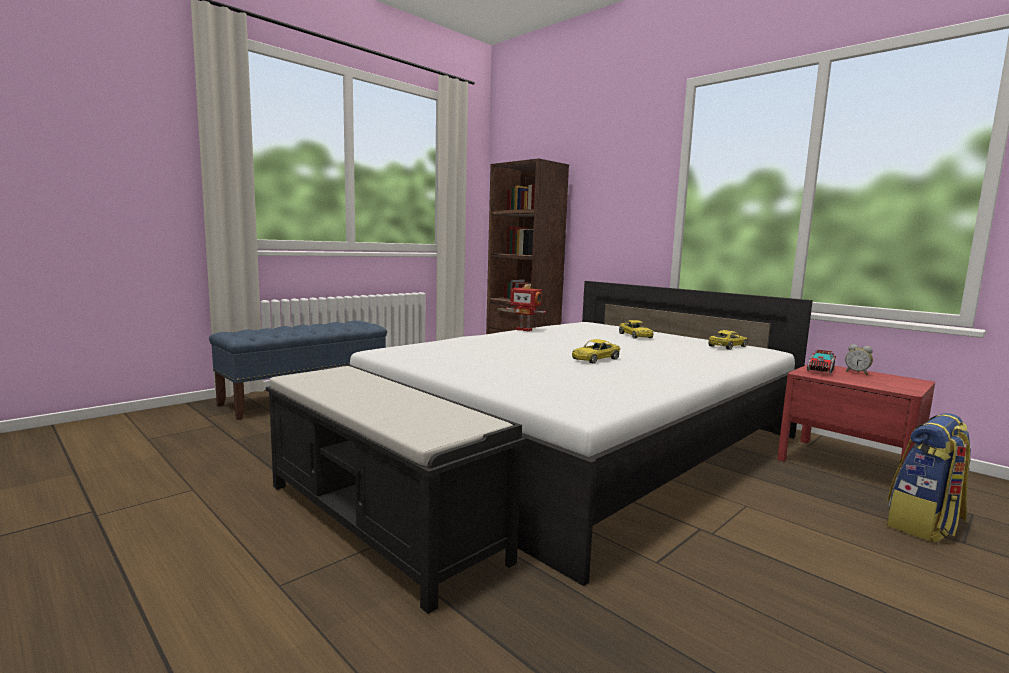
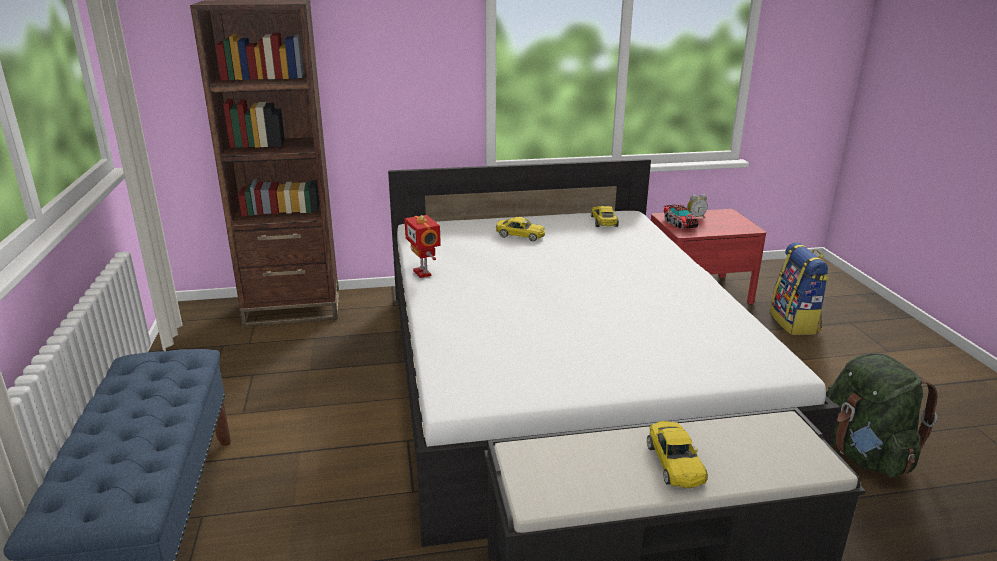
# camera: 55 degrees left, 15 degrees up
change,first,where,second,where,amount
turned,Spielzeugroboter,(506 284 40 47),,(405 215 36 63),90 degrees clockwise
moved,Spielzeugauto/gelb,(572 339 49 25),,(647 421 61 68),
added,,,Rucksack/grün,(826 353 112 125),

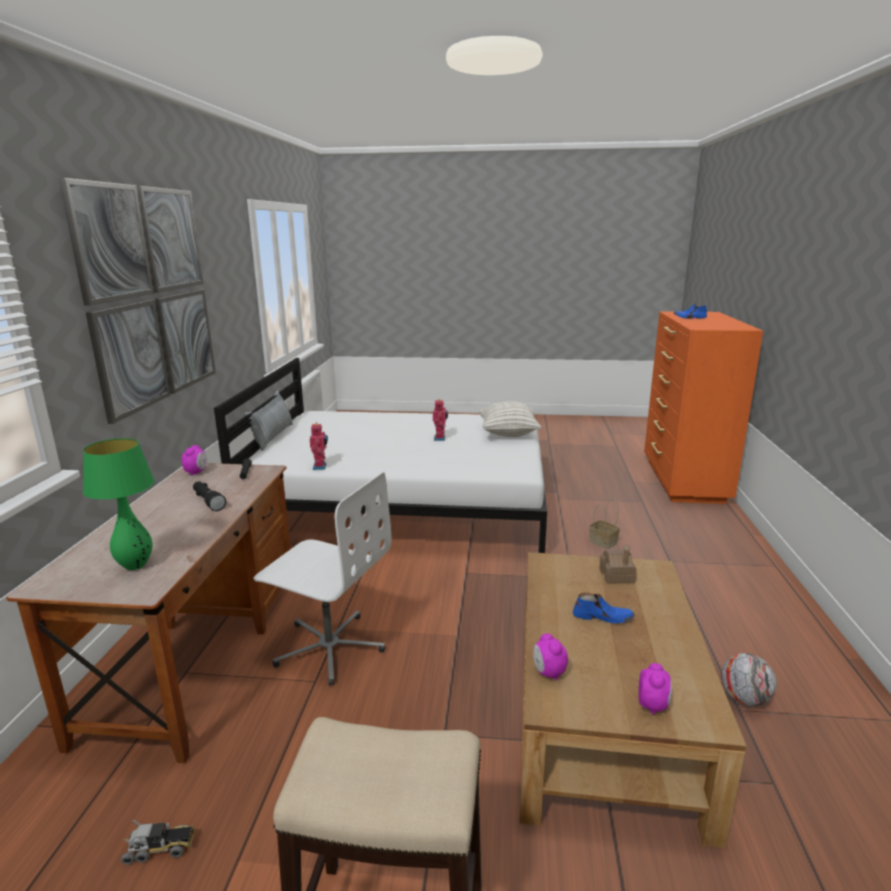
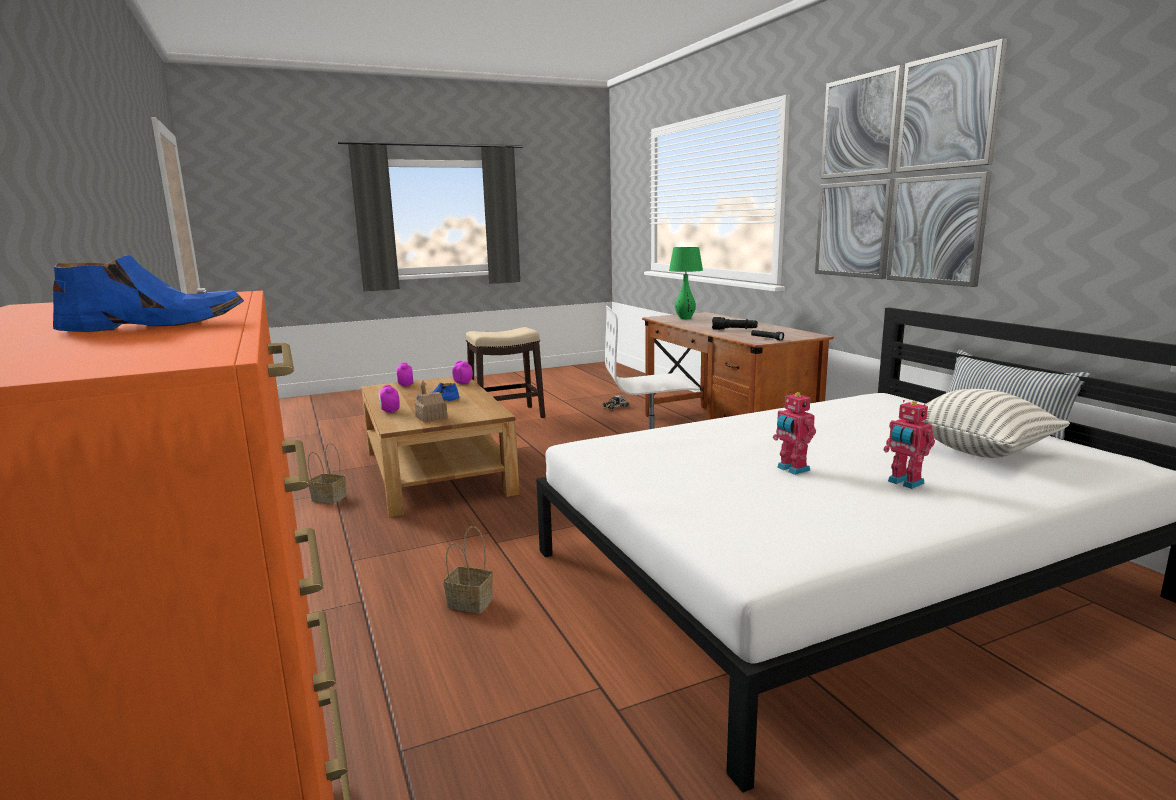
# camera: 150 degrees right, 5 degrees down
change,first,where,second,where,amount
replaced,Fußball,(721 653 55 53),Korb,(308 443 38 61),
moved,Wecker,(182 445 25 31),,(379 385 21 28),
moved,Spielzeugroboter,(310 422 18 48),,(884 400 51 89),
moved,Kissen,(479 401 62 36),,(921 389 149 69),

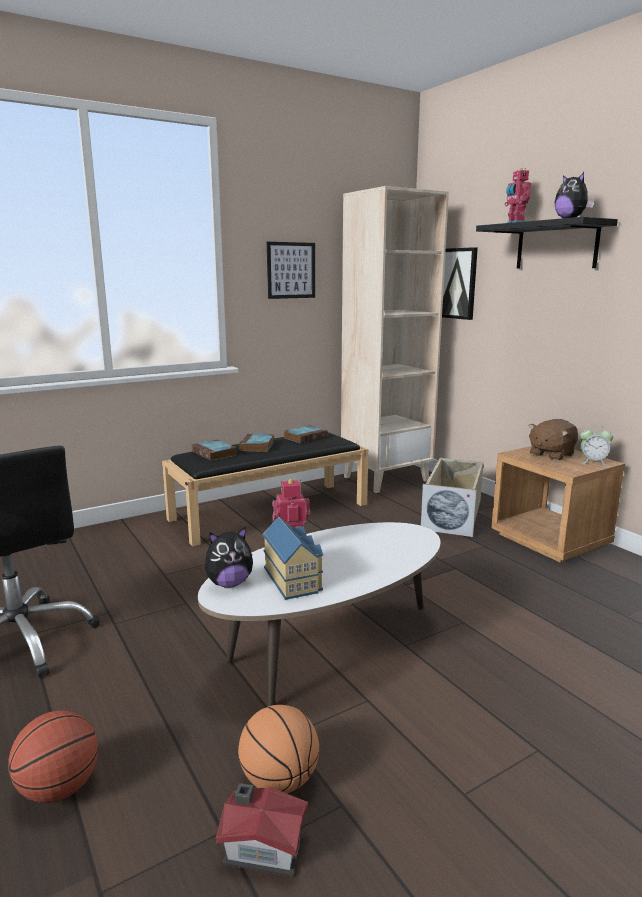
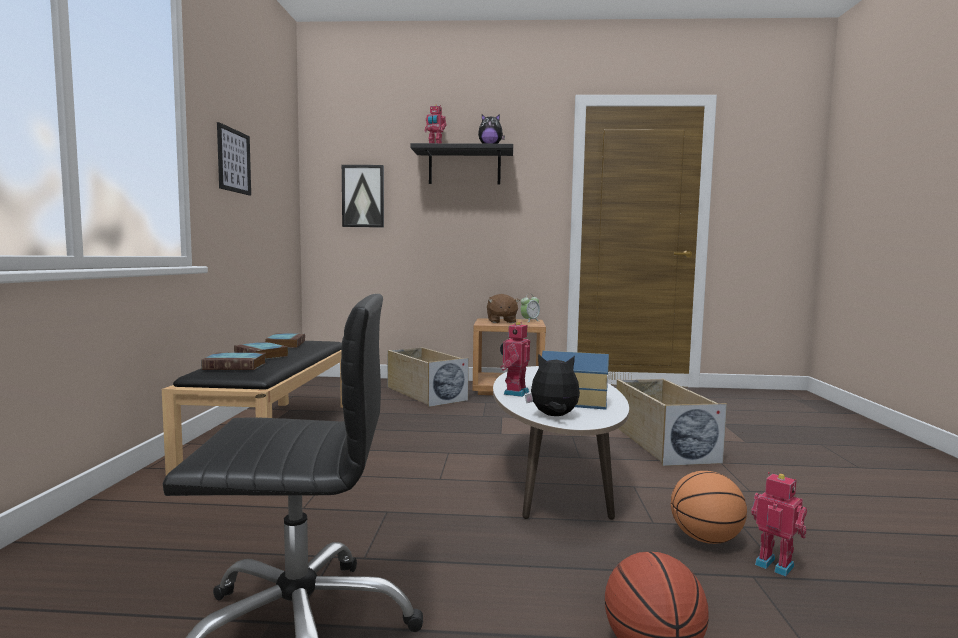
# camera: 55 degrees left, 10 degrees down
change,first,where,second,where,amount
turned,Plüschtier,(205 527 48 61),,(525 354 55 62),90 degrees counterclockwise
added,,,Aufbewahrungsbox/beige,(616 379 111 87),
replaced,Spielzeughaus,(216 783 92 94),Spielzeugroboter,(751 472 56 104),
removed,Bücherregal/beige,(341 186 108 307),,,

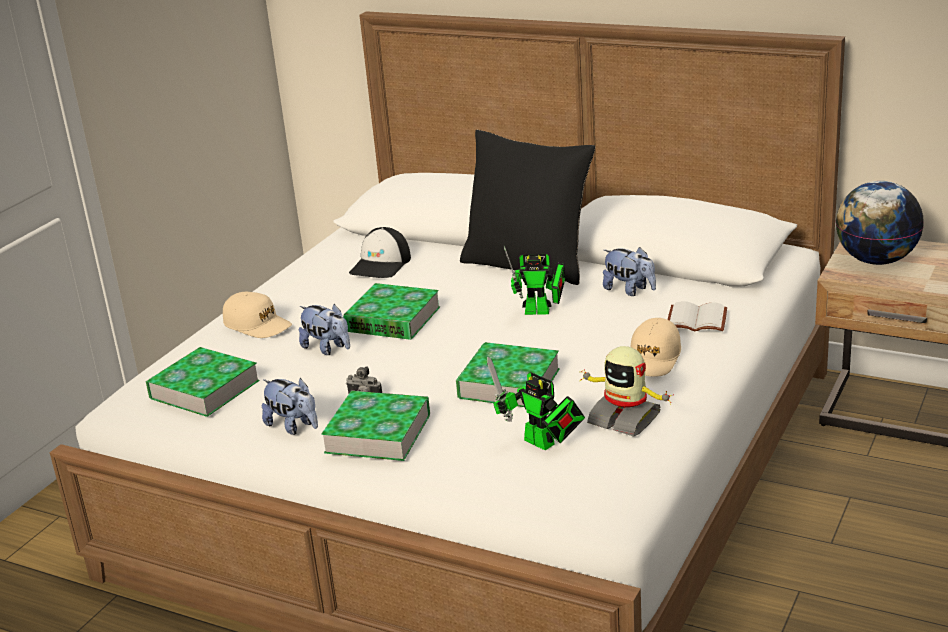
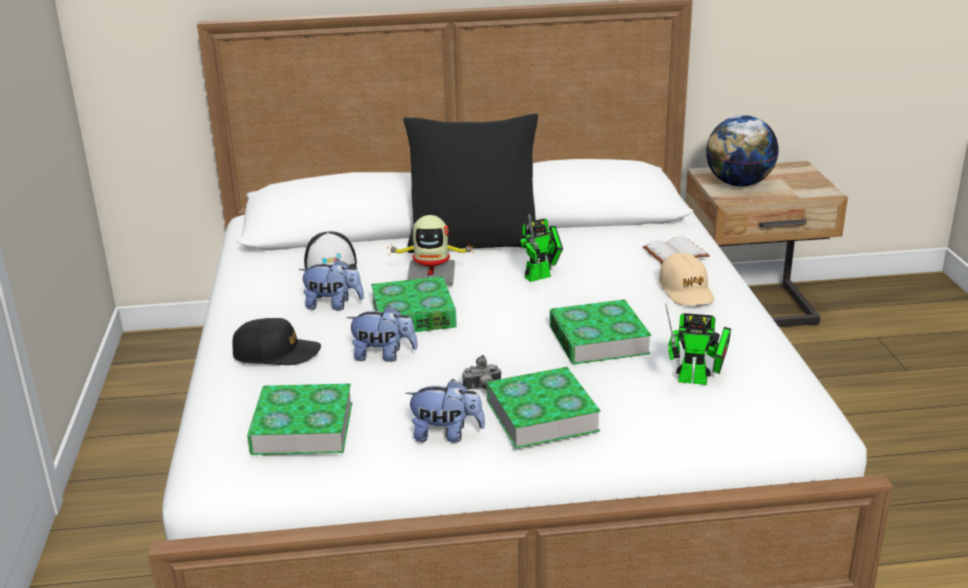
# camera: 35 degrees left, 0 degrees up
change,first,where,second,where,amount
recoloured,Kappe/beige,(223 292 69 46),Kappe/schwarz,(232 318 89 47),
moved,Plüschtier,(603 247 53 49),,(298 259 66 52),
moved,Spielzeugroboter,(580 346 94 91),,(387 215 87 71),

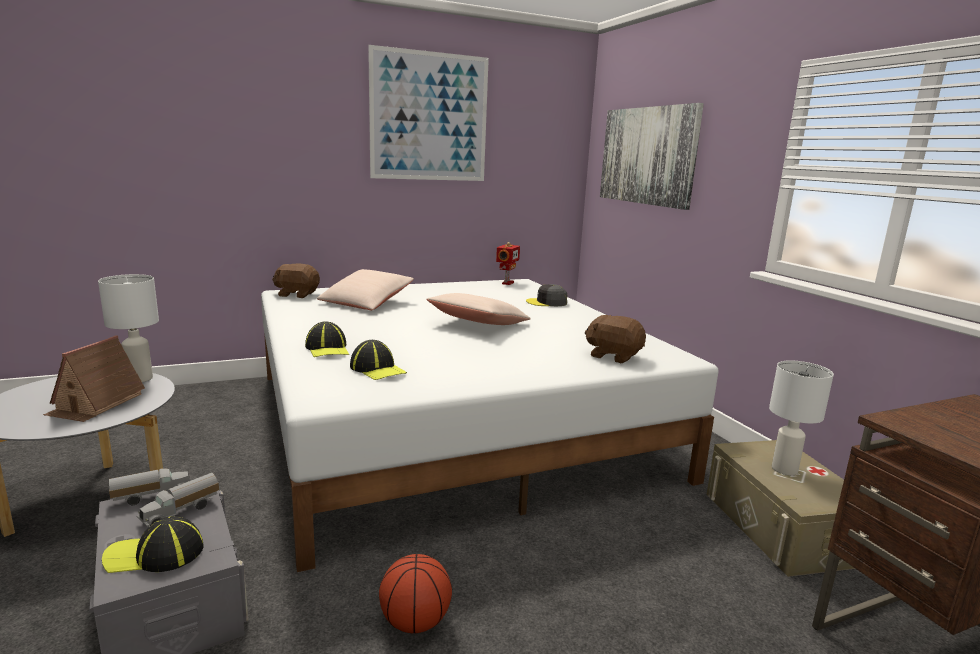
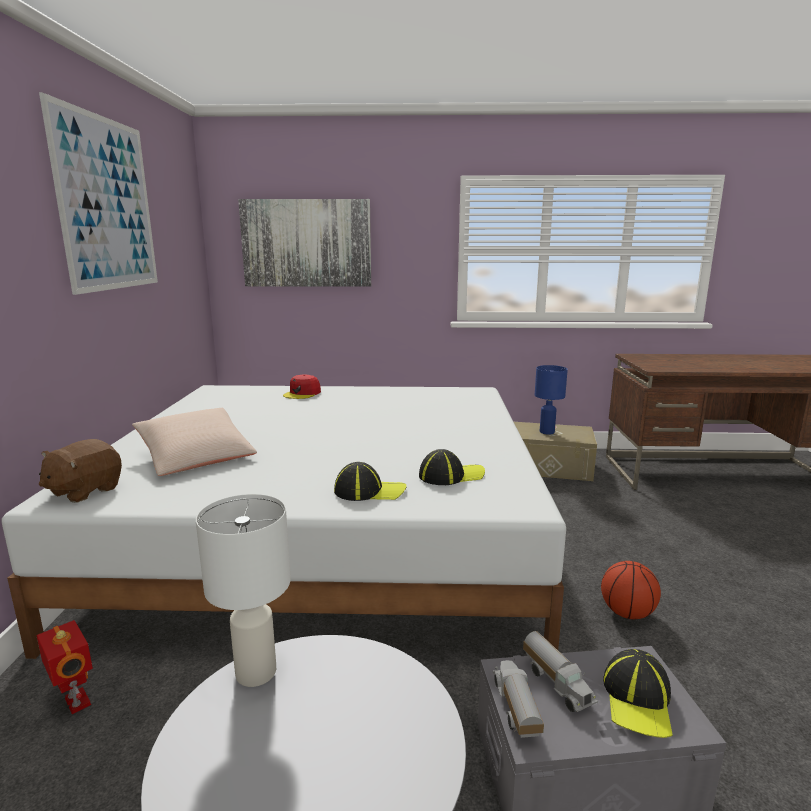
# camera: 65 degrees left, 0 degrees up
change,first,where,second,where,amount
moved,Spielzeugroboter,(496 242 24 43),,(37 620 56 94),
recoloured,Kappe/grau,(526 284 41 22),Kappe/rot,(283 374 38 25),
recoloured,Tischlampe/weiß,(769 360 65 115),Tischlampe/blau,(535 365 33 69),
removed,Spielzeughaus,(43 335 102 87),,,
removed,Kissen/beige,(426 293 105 32),,,
removed,Plüschtier/braun,(585 315 61 48),,,

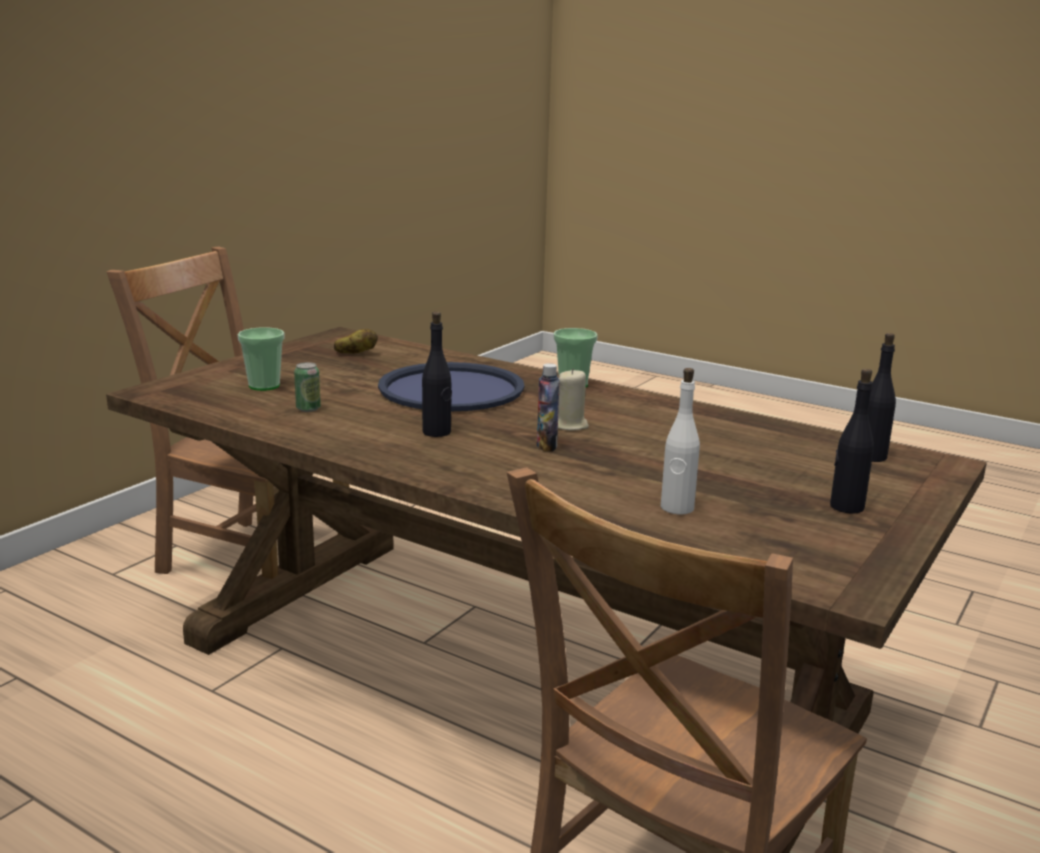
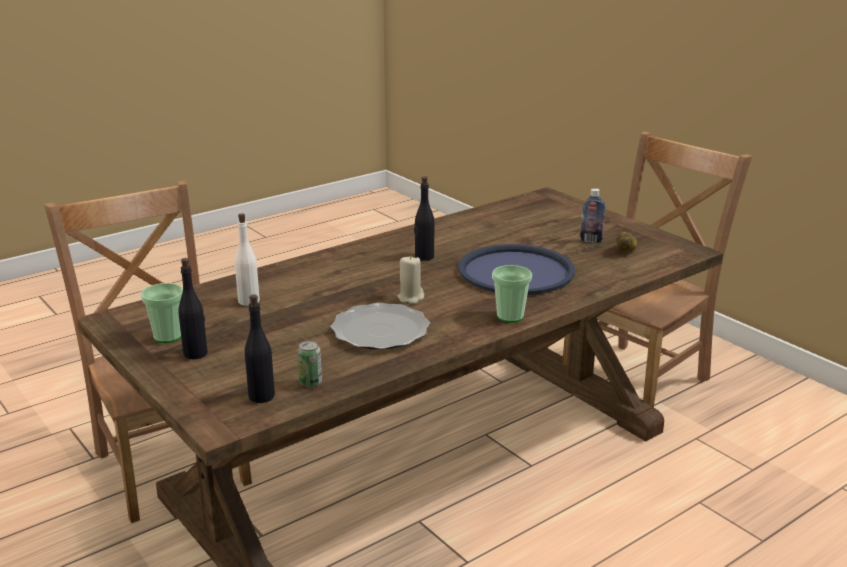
# camera: 110 degrees right, 5 degrees up
change,first,where,second,where,amount
moved,Tasse,(238 328 47 63),,(141 283 42 60),
moved,Dose,(294 362 27 50),,(297 341 25 46),
added,,,Teller,(331 303 99 47),
moved,Flasche,(537 363 23 88),,(580 188 26 55),

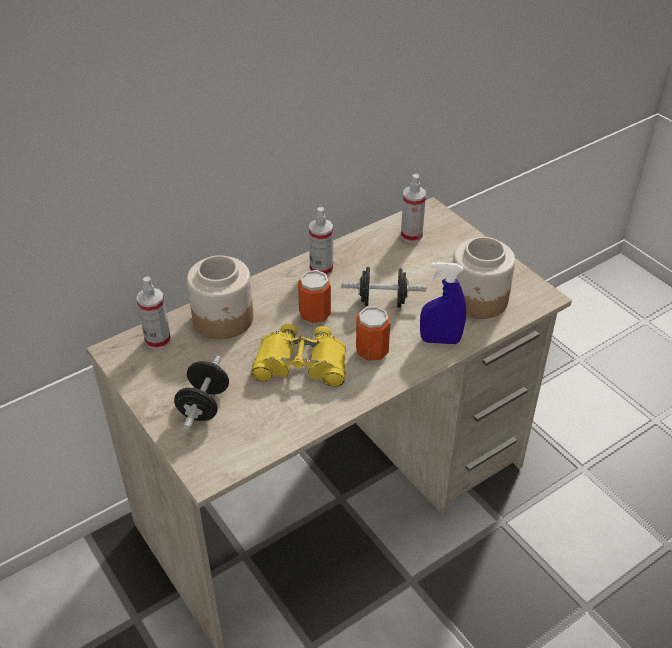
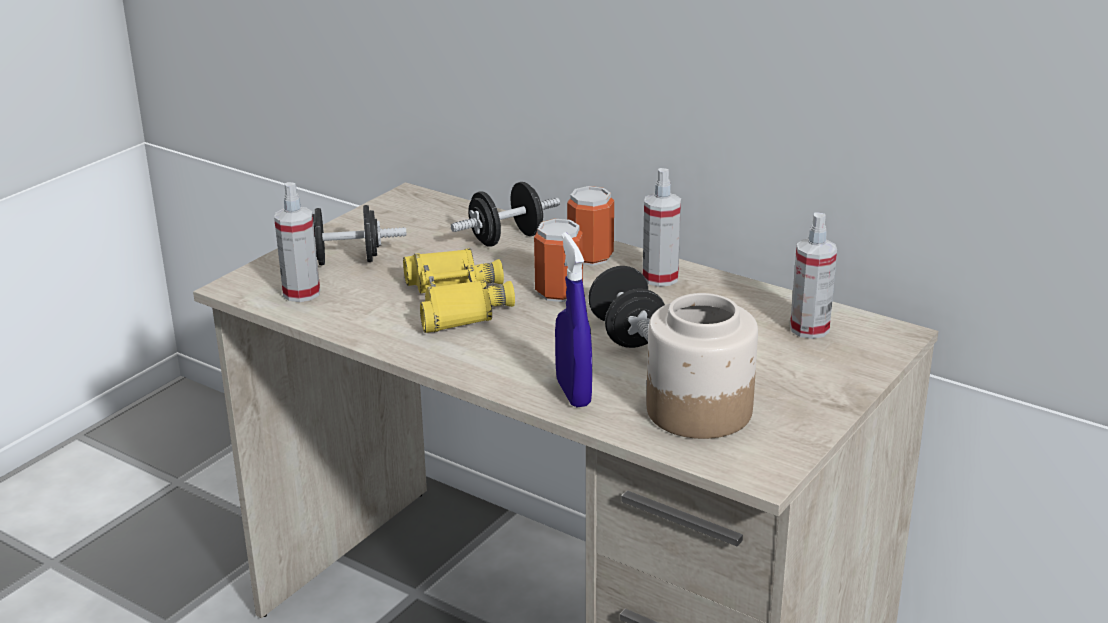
# camera: 70 degrees right, 15 degrees down
change,first,where,second,where,amount
moved,Sprühflasche,(137 276 34 74),,(274 182 46 120),
replaced,Vorratsglas,(187 255 66 84),Hantel/schwarz,(451 182 109 65),
moved,Dose,(356 306 34 56),,(567 186 47 80),

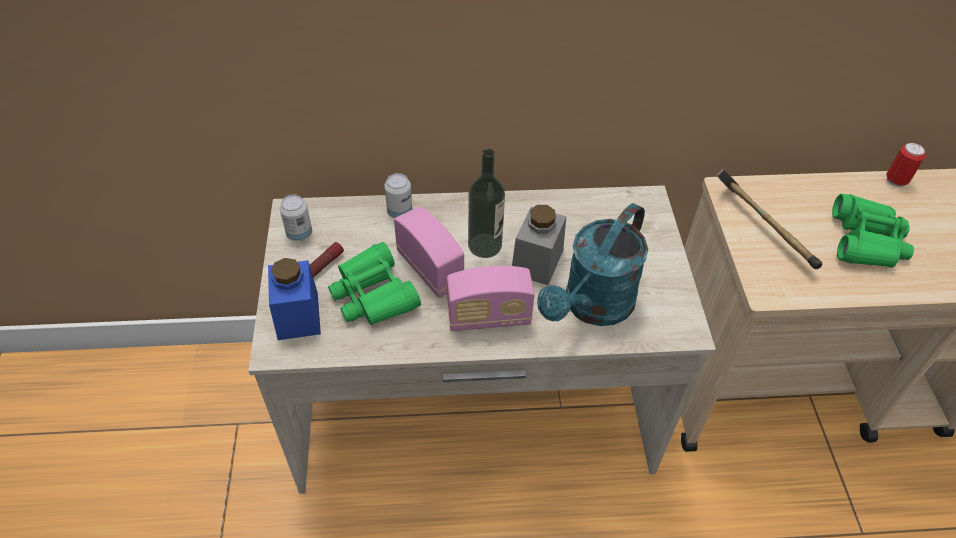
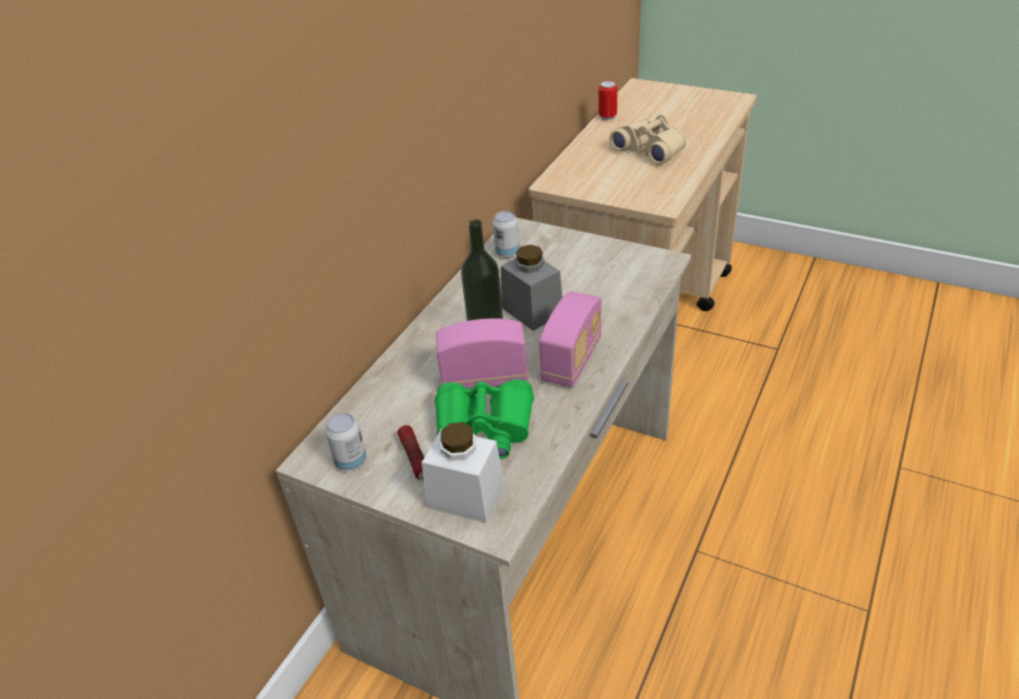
# camera: 55 degrees left, 10 degrees down
change,first,where,second,where,amount
recoloured,Vorratsglas/blau,(268 258 53 82),Vorratsglas/weiß,(422 422 82 101),
moved,Dose,(384 173 28 45),,(493 211 27 47),
recoloured,Fernglas/grün,(832 194 82 74),Fernglas/beige,(609 115 77 50),
removed,Gießkanne/türkis,(537 203 111 123),,,
removed,Hammer,(717 169 105 100),,,

